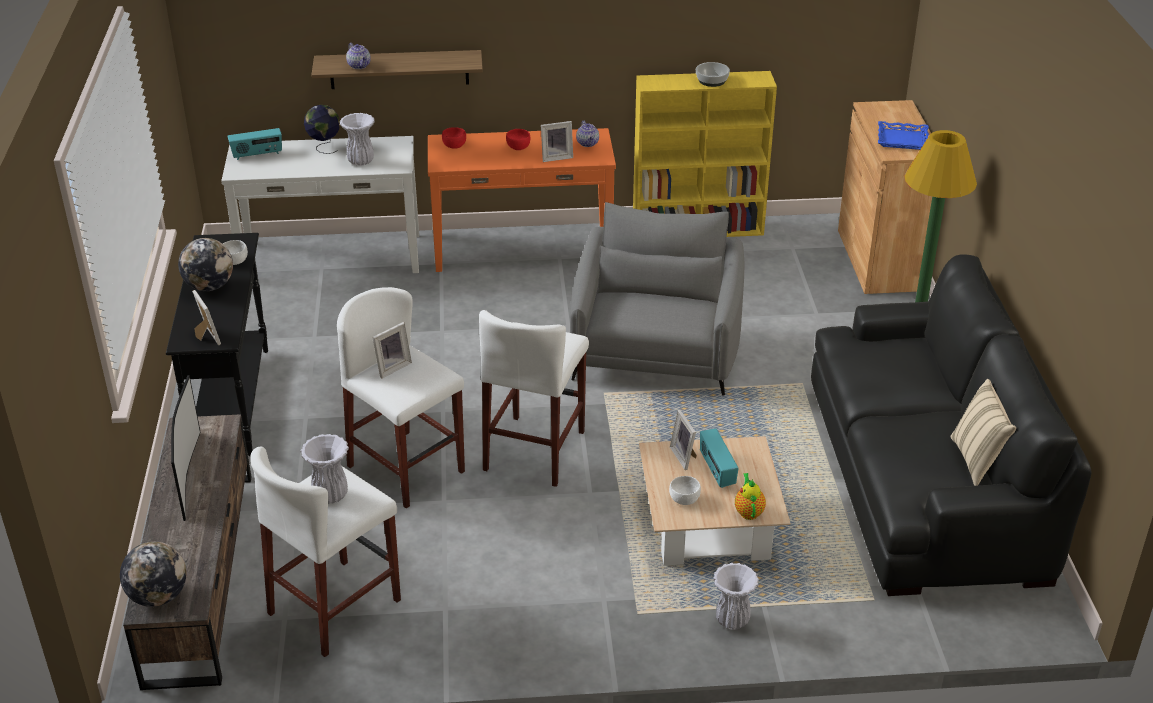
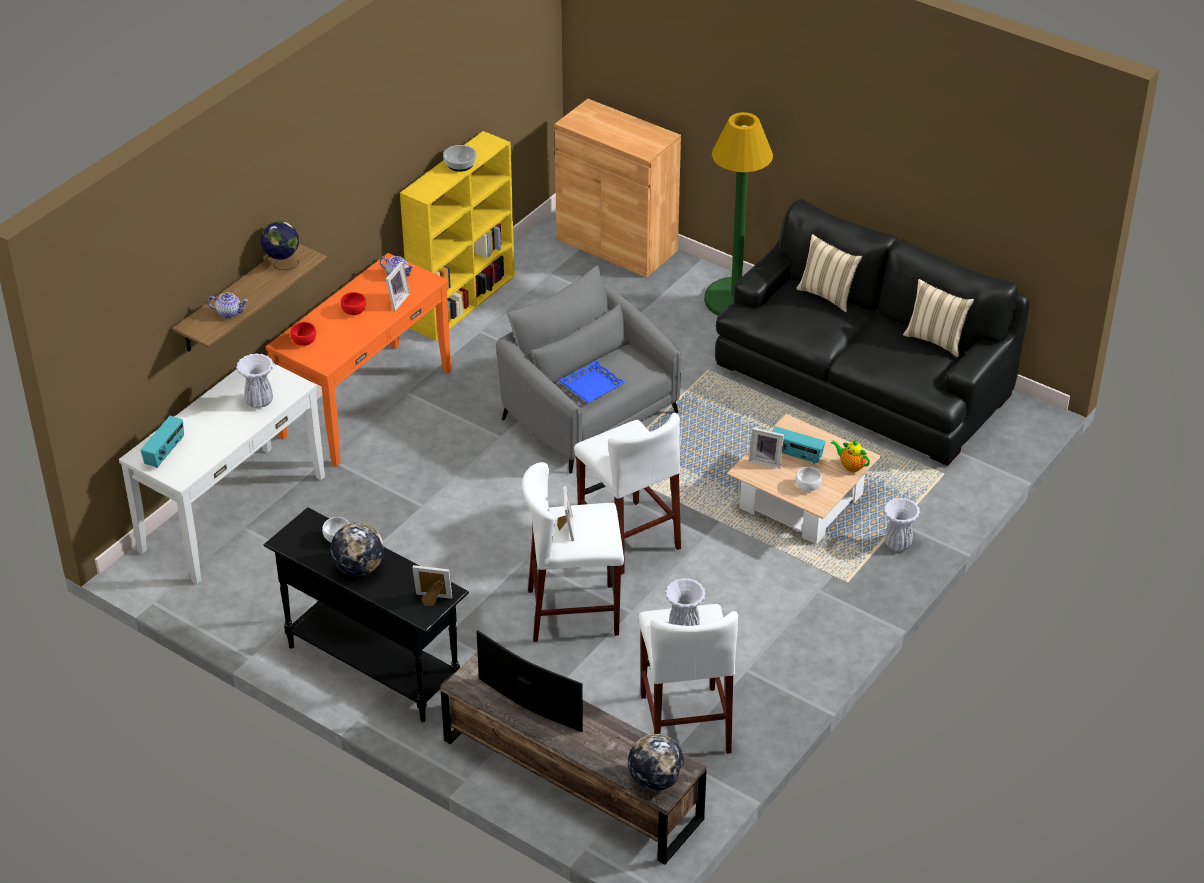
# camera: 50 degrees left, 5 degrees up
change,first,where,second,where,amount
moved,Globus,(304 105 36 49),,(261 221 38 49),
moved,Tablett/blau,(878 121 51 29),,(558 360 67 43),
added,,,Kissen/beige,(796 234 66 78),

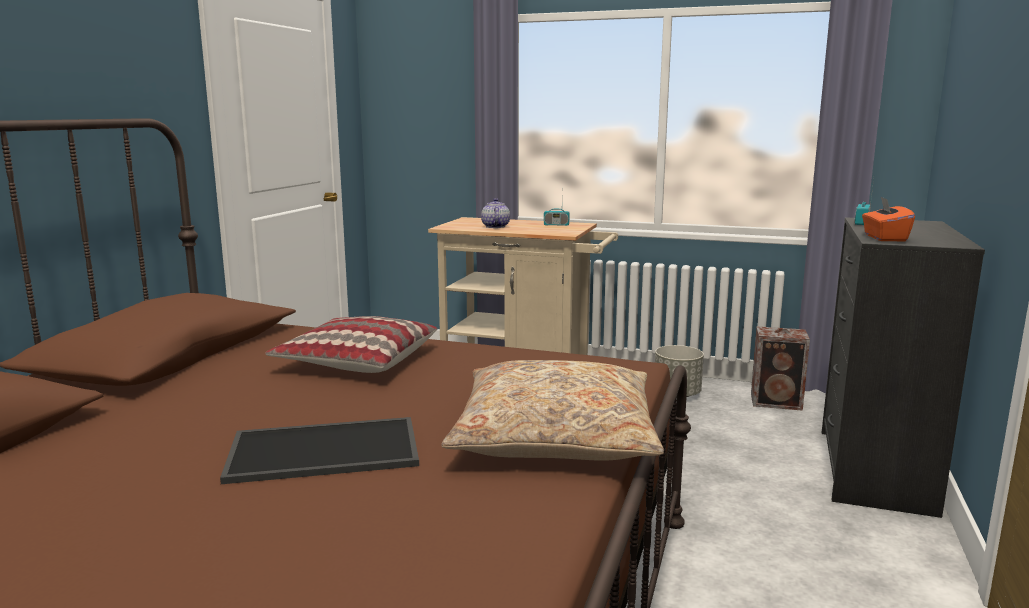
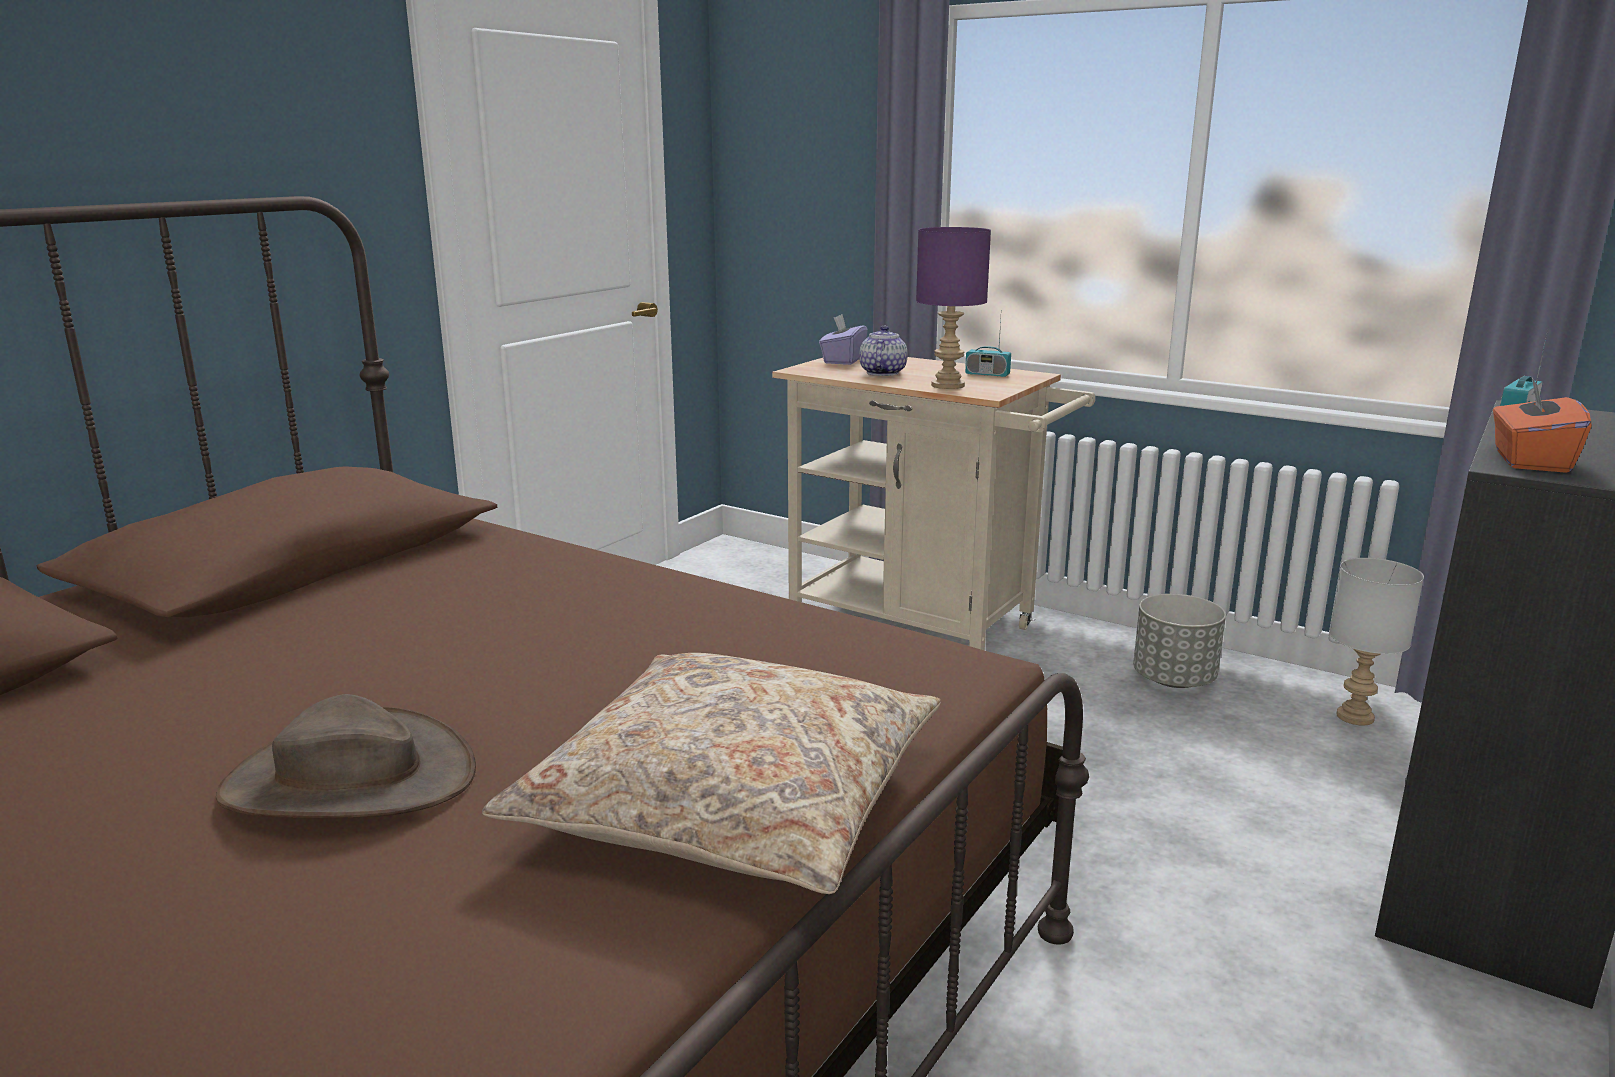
# camera: 15 degrees right, 5 degrees up
change,first,where,second,where,amount
replaced,Tablett,(220 417 199 67),Hut/braun,(216 694 260 124),
added,,,Taschentuchbox/lila,(819 314 49 51),
added,,,Tischlampe/lila,(916 227 75 162),
replaced,Lautsprecher,(751 326 59 85),Tischlampe/grau,(1329 558 95 168),
removed,Kissen,(266 316 171 57),,,

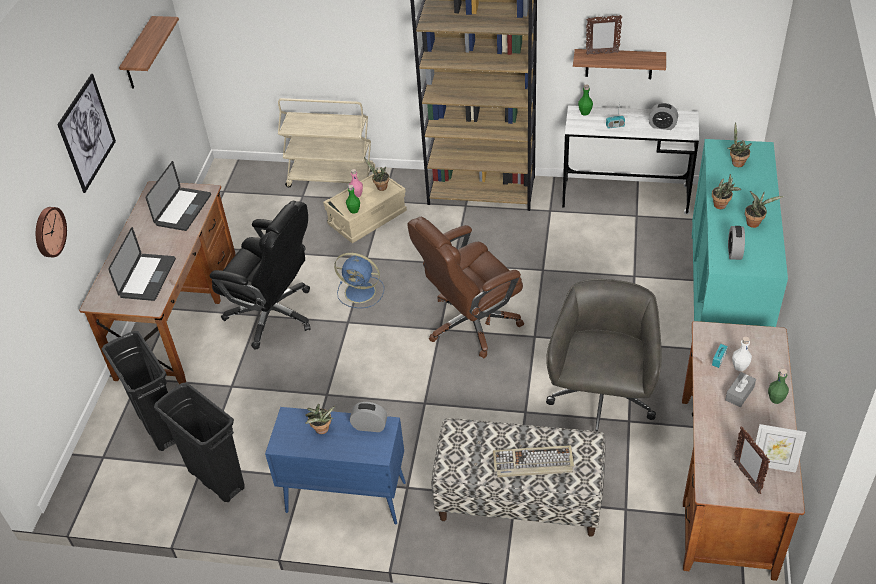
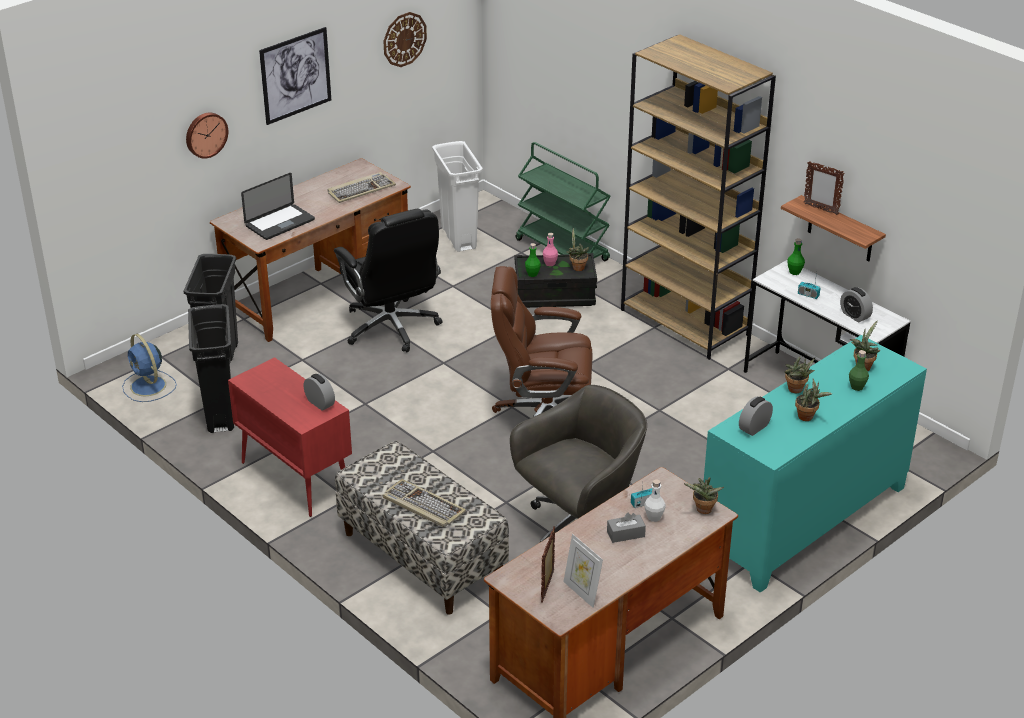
# camera: 35 degrees right, 10 degrees down
change,first,where,second,where,amount
moved,Ventilator/blau,(334 253 50 55),,(122 334 55 68),
recoloured,Schrank/blau,(265 407 141 117),Schrank/rot,(228 357 124 160),
replaced,Laptop,(146 161 65 70),Tastatur,(327 172 69 31),
replaced,Wandregal,(119 16 60 73),Wanduhr,(383 12 44 55),
added,,,Mülleimer/weiß,(432 141 51 111),
recoloured,Aufbewahrungsbox/beige,(323 170 84 73),Aufbewahrungsbox/schwarz,(515 253 82 55),
recoloured,Rollwagen/beige,(278 98 97 89),Rollwagen/grün,(516 142 95 119),
moved,Topfpflanze,(305 404 30 30),,(684 477 40 37),
moved,Flasche/grün,(768 369 21 35),,(849 350 20 41),

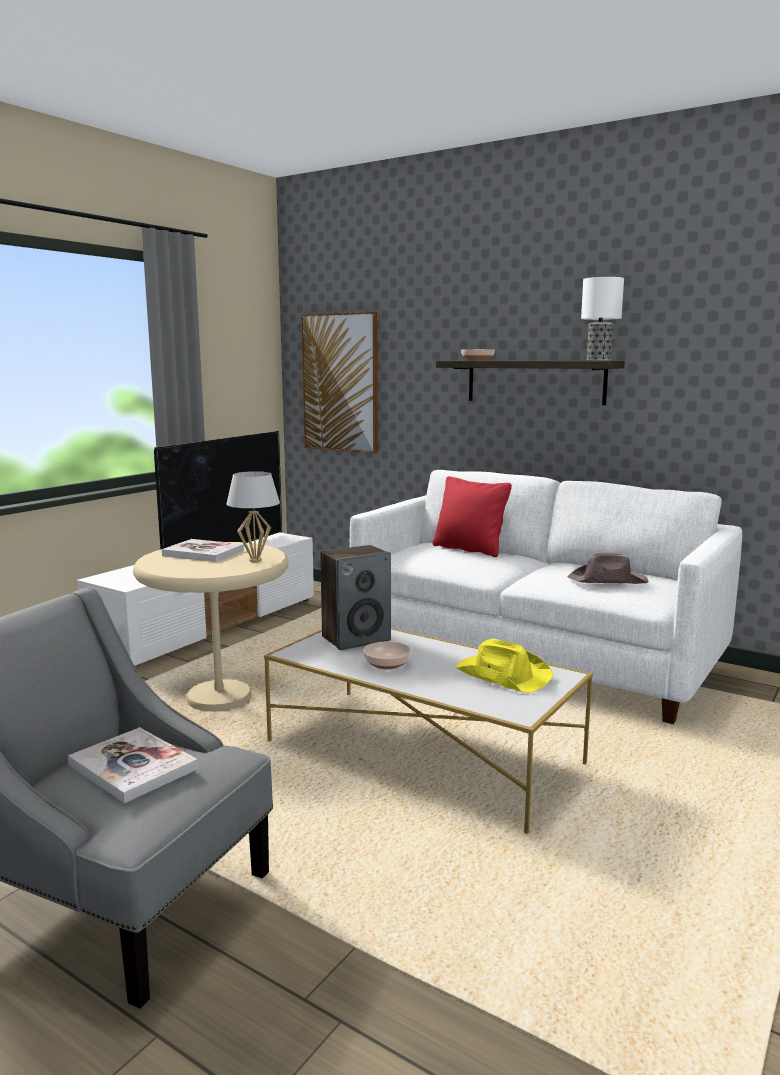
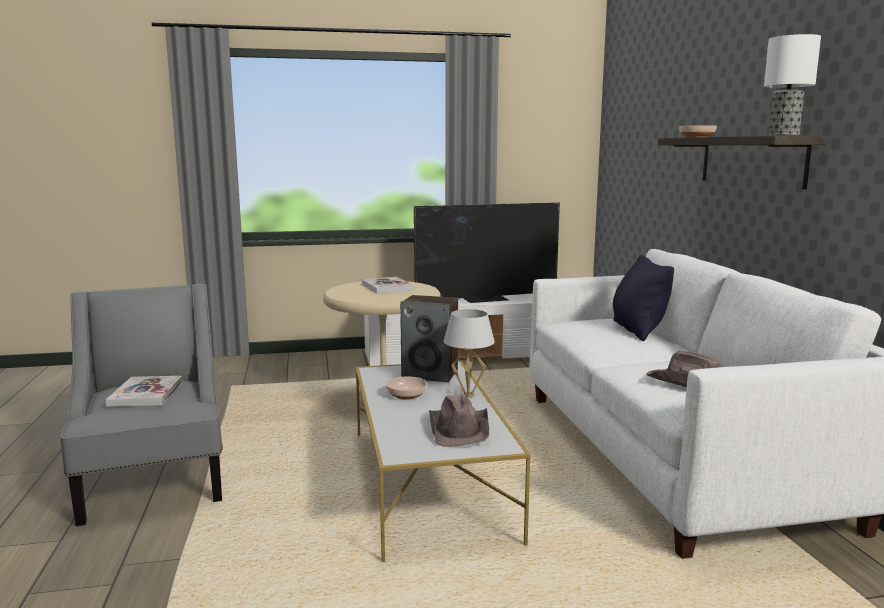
# camera: 45 degrees right, 0 degrees up
change,first,where,second,where,amount
recoloured,Hut/gelb,(456 639 97 54),Hut/braun,(429 395 60 52),
moved,Tischlampe/weiß,(226 471 54 91),,(443 309 52 89),
recoloured,Kissen/rot,(432 476 80 81),Kissen/schwarz,(613 255 61 86),
removed,Bild,(301 312 77 142),,,

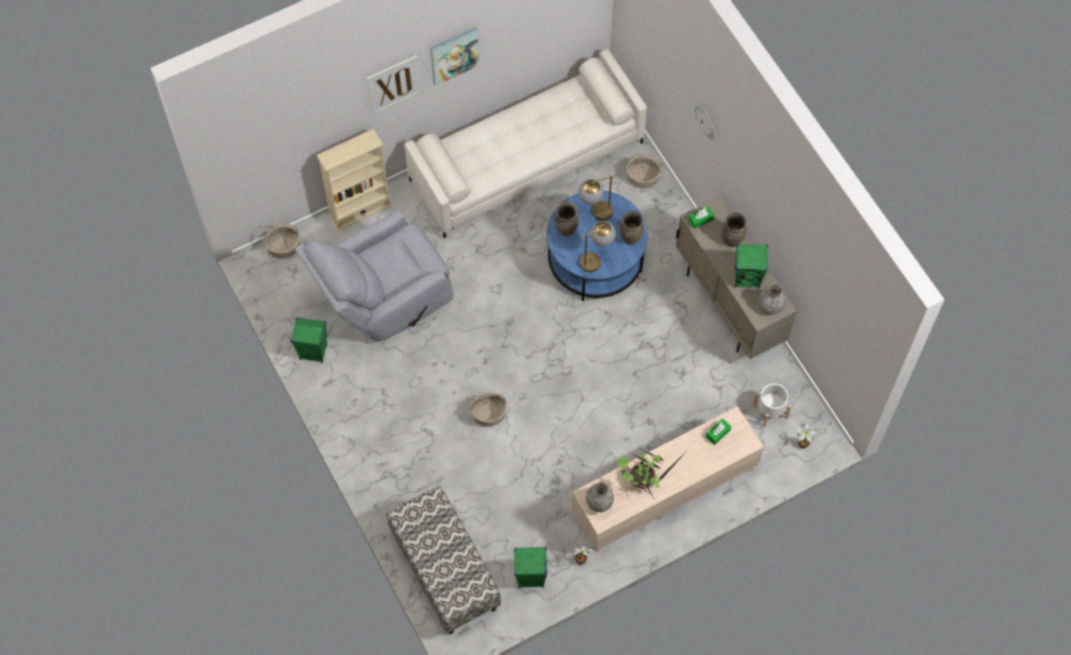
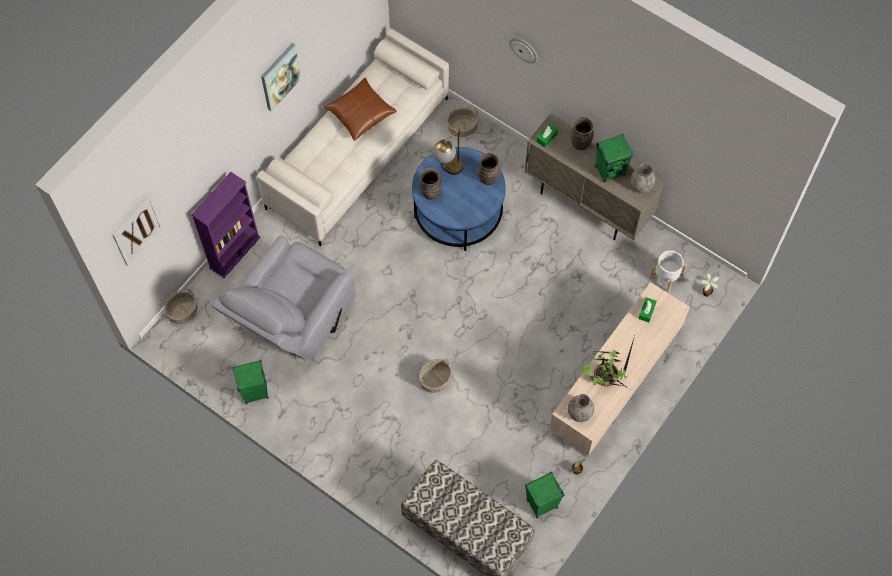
# camera: 25 degrees left, 0 degrees up
change,first,where,second,where,amount
moved,Bild,(367 55 54 60),,(112 195 52 71),
recoloured,Bücherregal/beige,(317 129 75 102),Bücherregal/lila,(191 172 69 106),
added,,,Kissen/braun,(323 78 74 63),
removed,Tischlampe,(580 221 36 51),,,

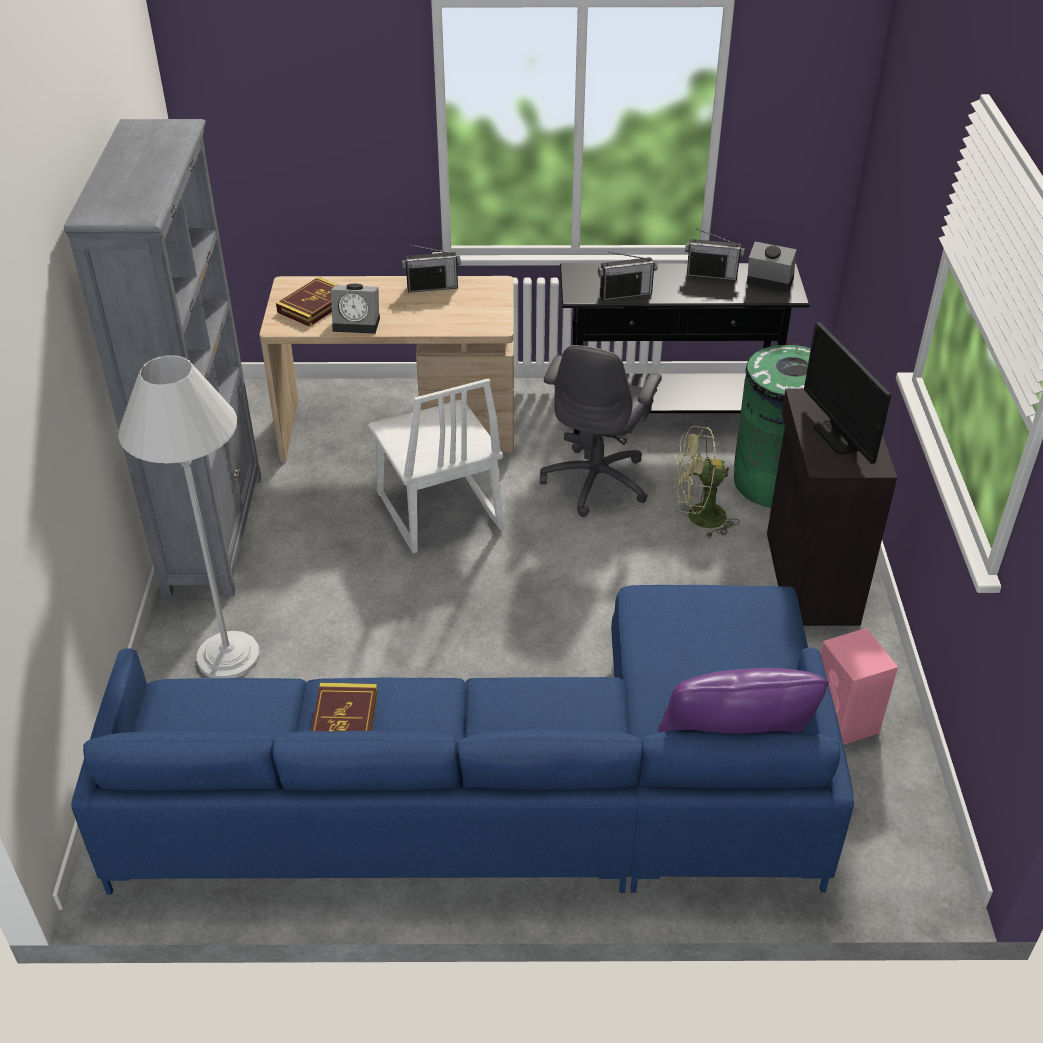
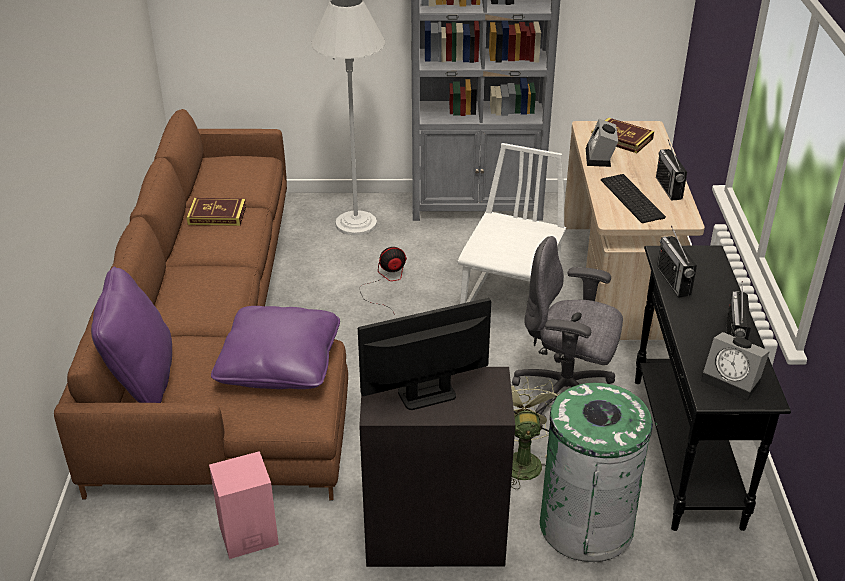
# camera: 90 degrees right, 5 degrees down
change,first,where,second,where,amount
recoloured,Sofa/blau,(71 585 783 309),Sofa/braun,(54 109 294 391),
added,,,Kissen/lila,(211 306 129 83),
added,,,Ventilator,(359 247 48 68),
turned,Stuhl/weiß,(368 379 135 175),,(458 143 108 165),135 degrees clockwise
added,,,Tastatur,(601 174 65 49),
turned,Wecker,(746 242 51 50),,(701 332 69 69),105 degrees clockwise

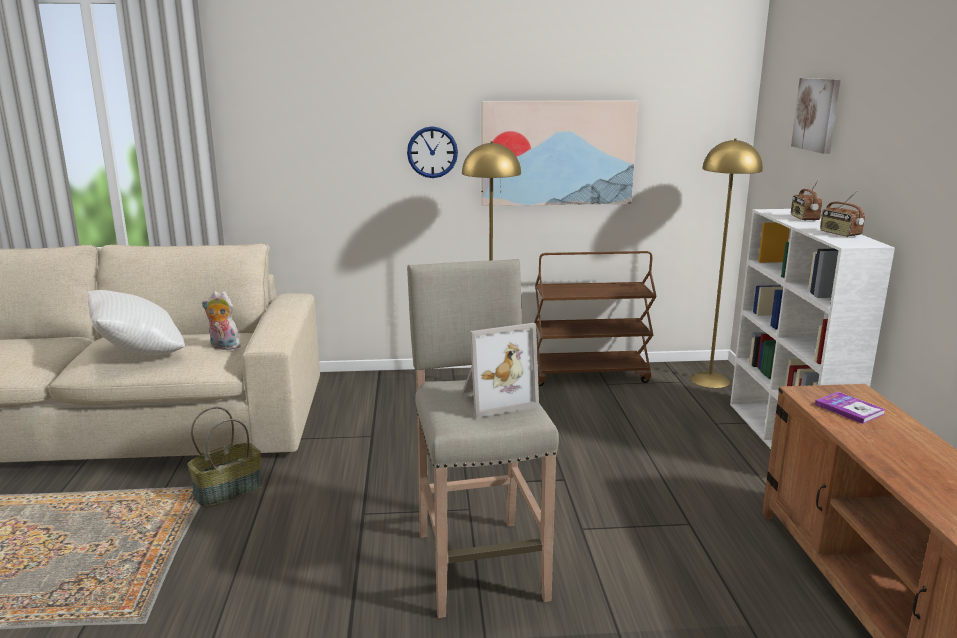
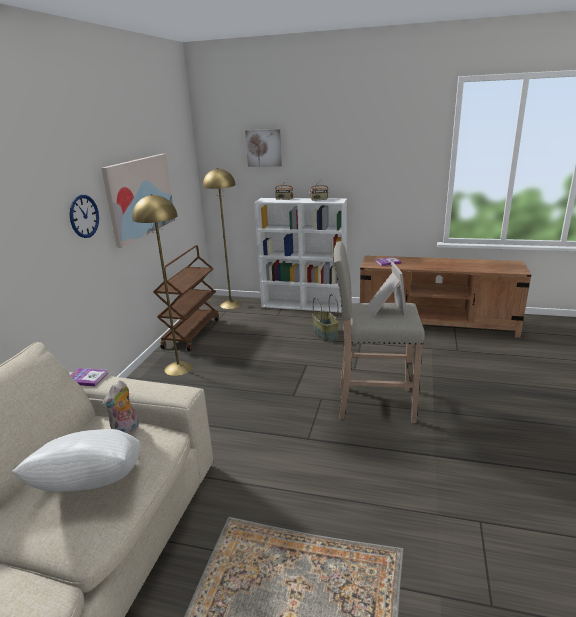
# camera: 70 degrees left, 5 degrees up
change,first,where,second,where,amount
added,,,Buch,(70 368 38 18),
moved,Korb,(187 407 76 100),,(312 294 27 48),

